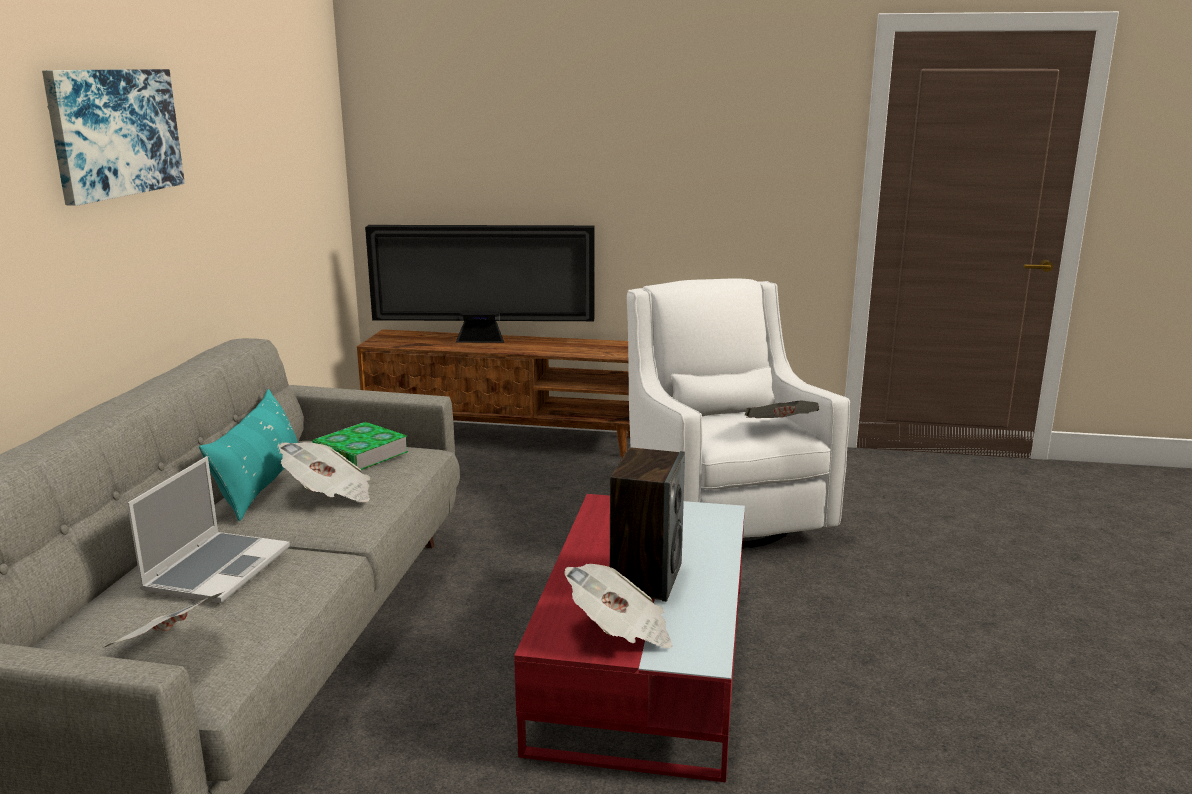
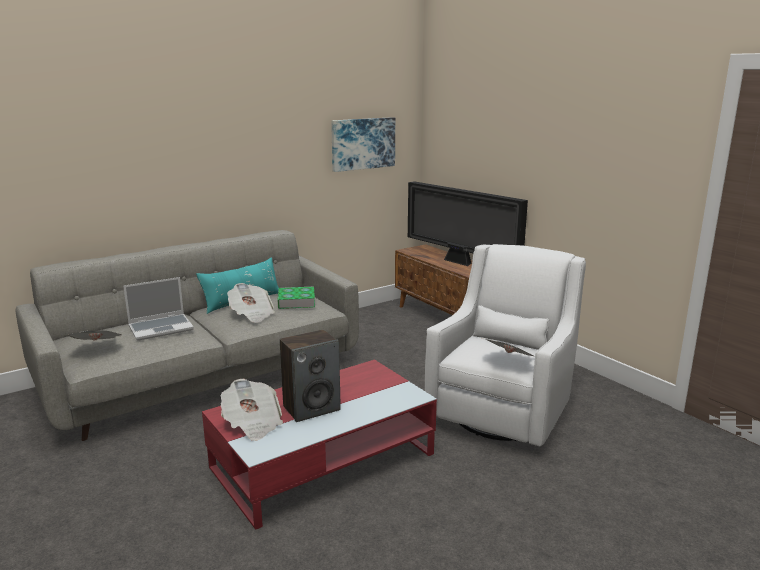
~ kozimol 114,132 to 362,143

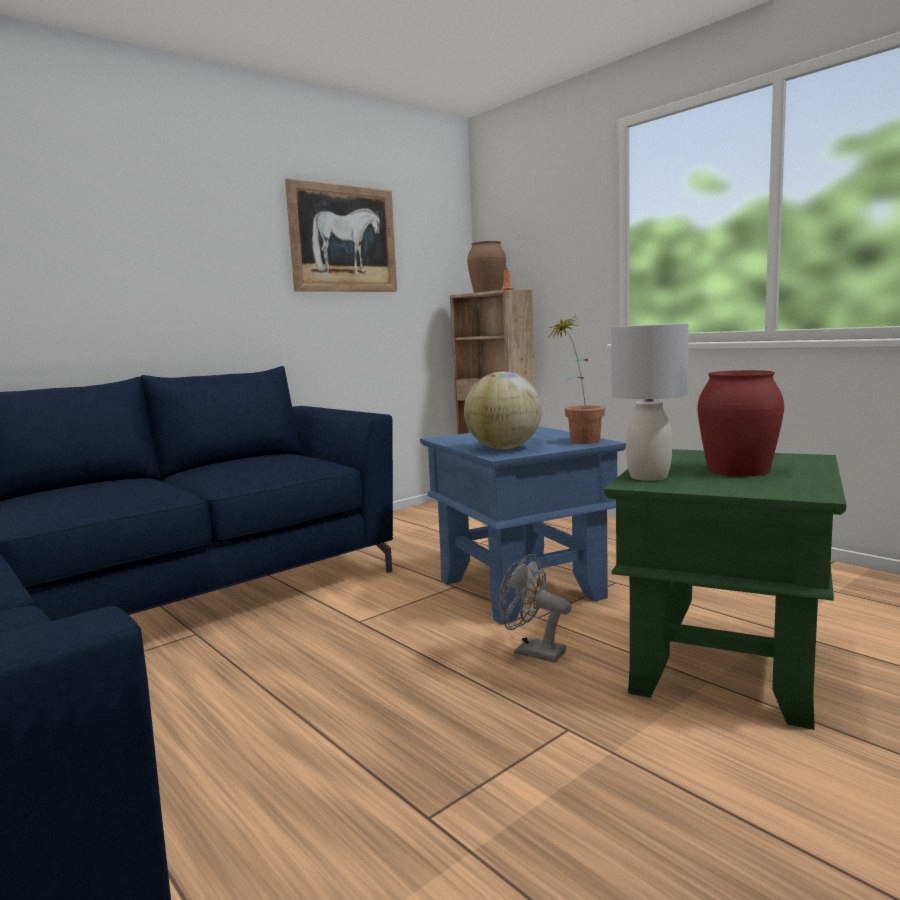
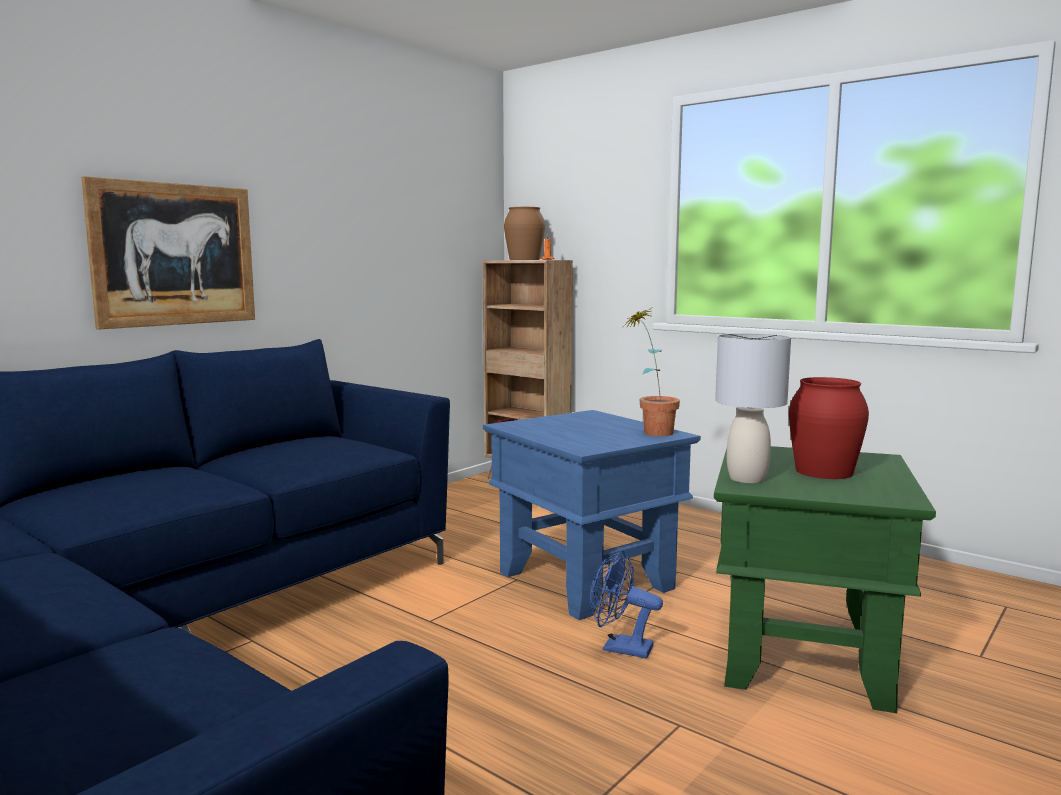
~ kozimol 343,239 to 174,254
- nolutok 504,448
~ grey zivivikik 532,652 to blue zivivikik 619,648

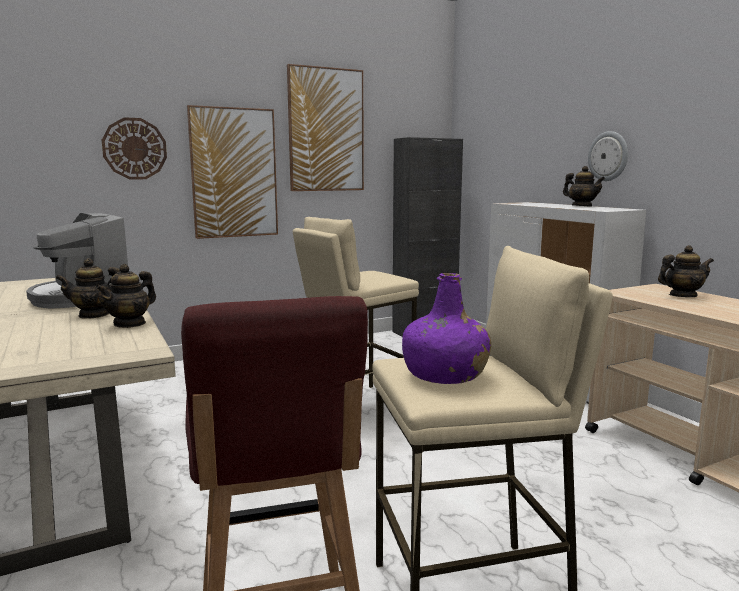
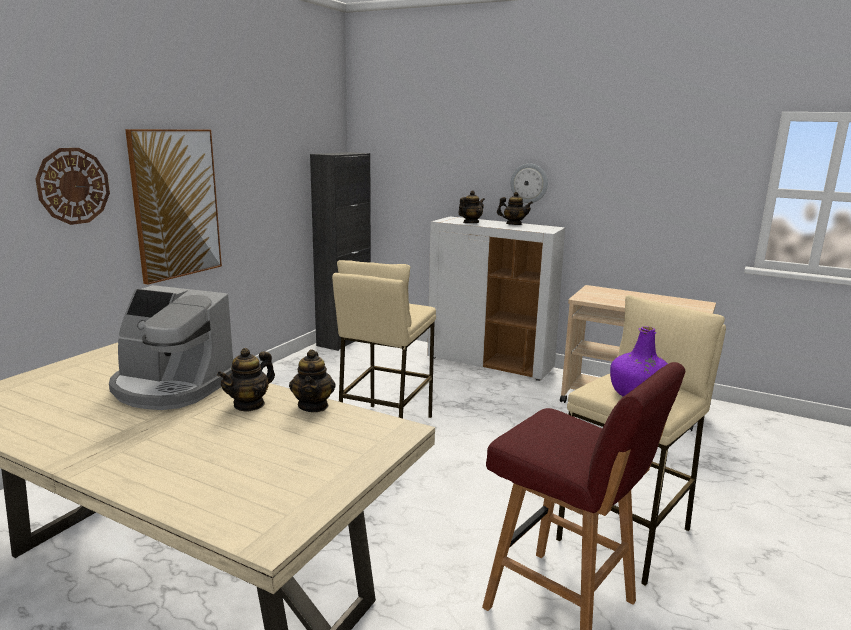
- kozimol 326,130
~ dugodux 682,296 to 470,223

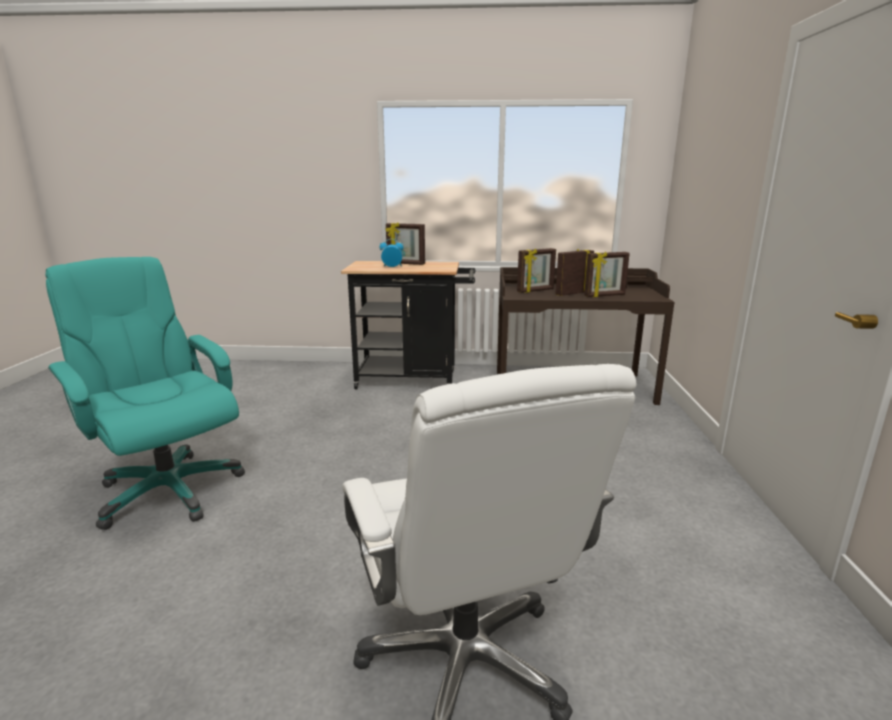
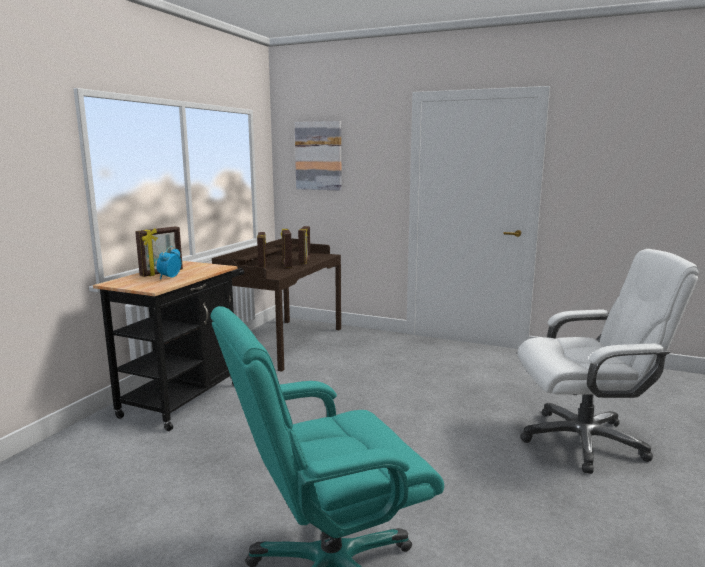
+ kozimol 318,156

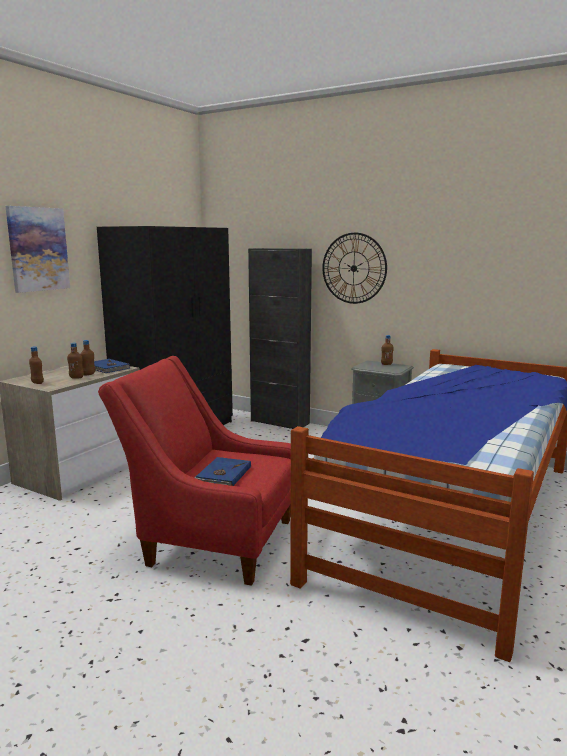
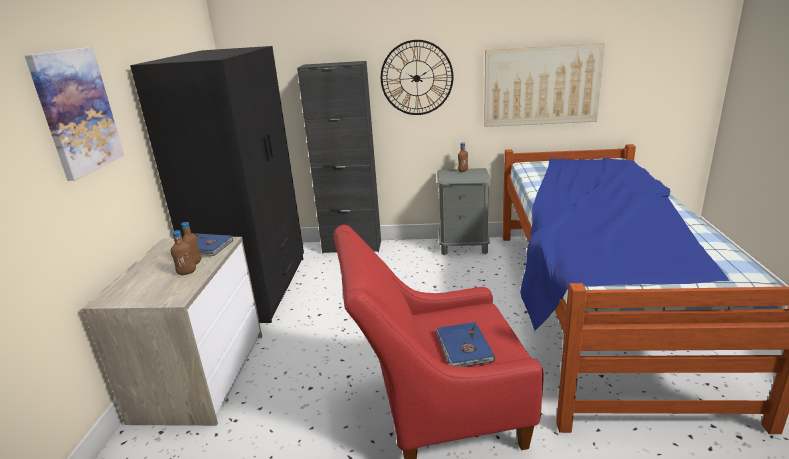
- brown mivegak 37,383
+ kozimol 541,86

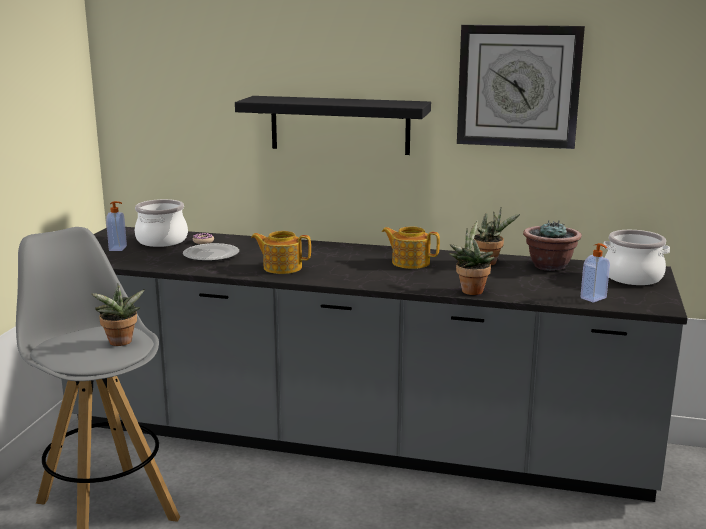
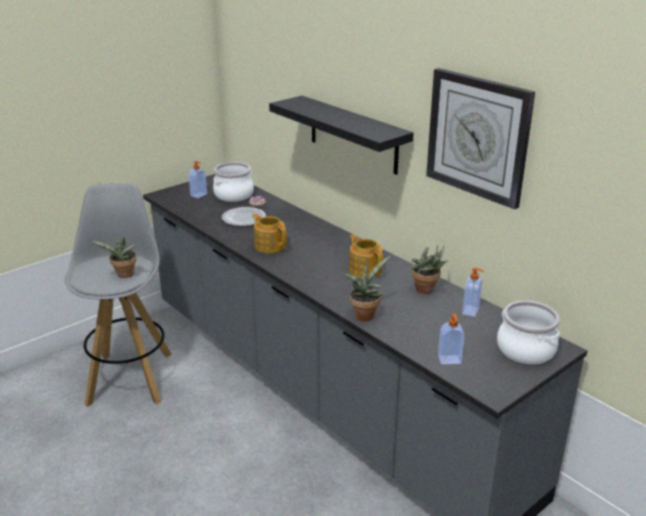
~ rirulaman 549,266 to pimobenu 471,311

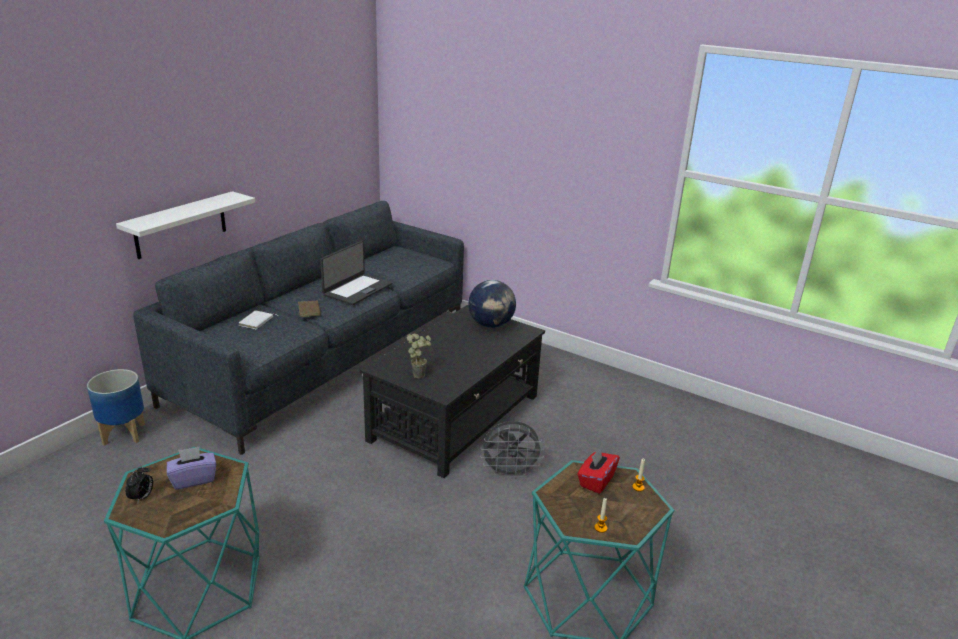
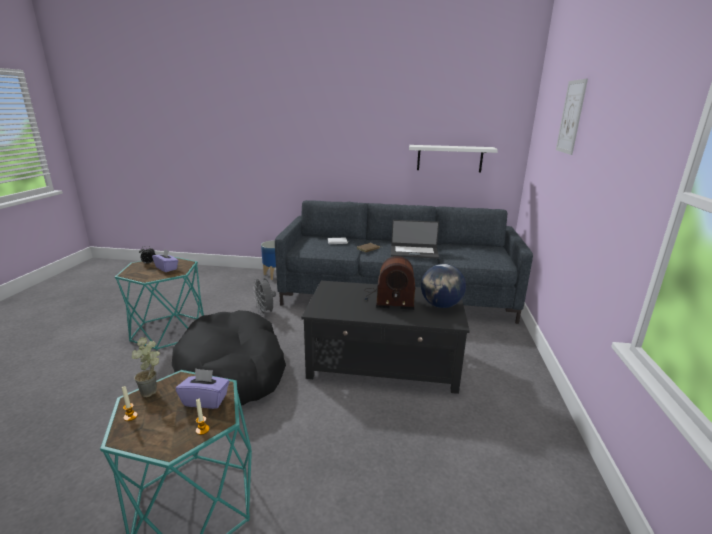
~ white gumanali 181,225 to 449,158
~ rirulaman 420,374 to 154,392
~ grey zivivikik 510,473 to 265,312
~ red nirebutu 596,481 to purple nirebutu 205,400
+ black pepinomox 233,371
+ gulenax 388,299
+ kozimol 571,117

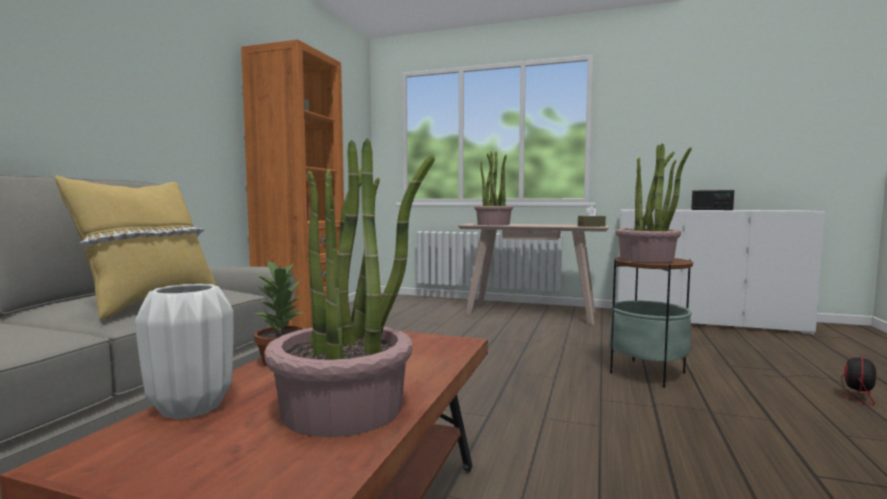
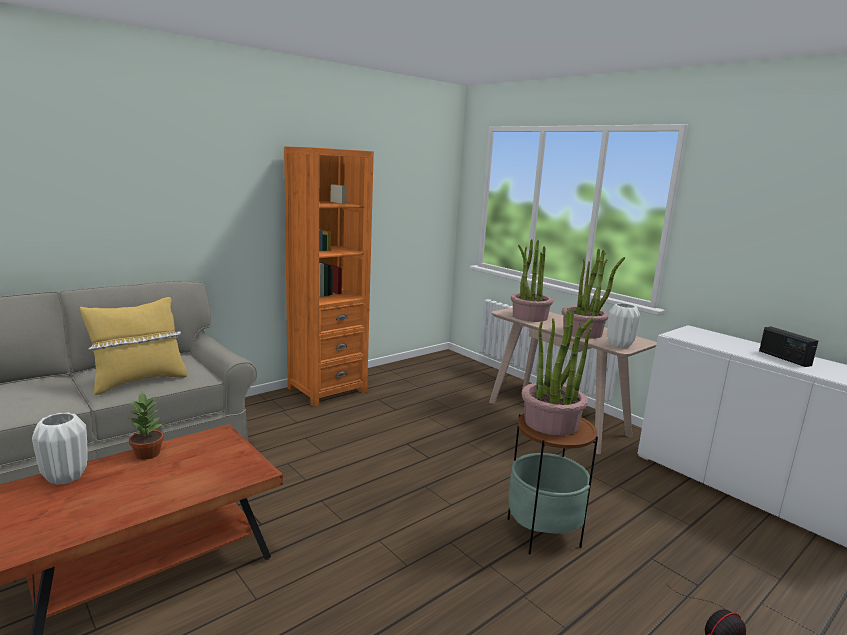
~ rirulaman 344,408 to 583,332
~ brown nirebutu 591,226 to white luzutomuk 619,345

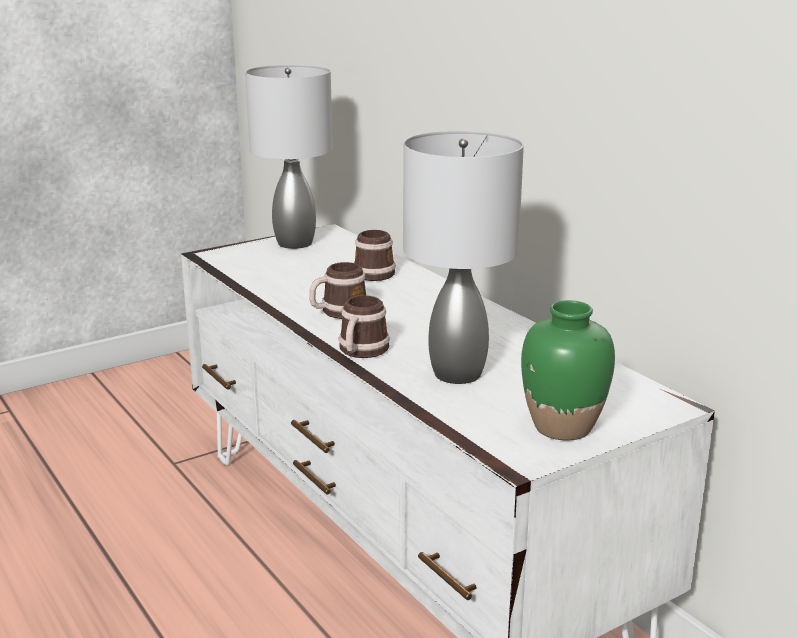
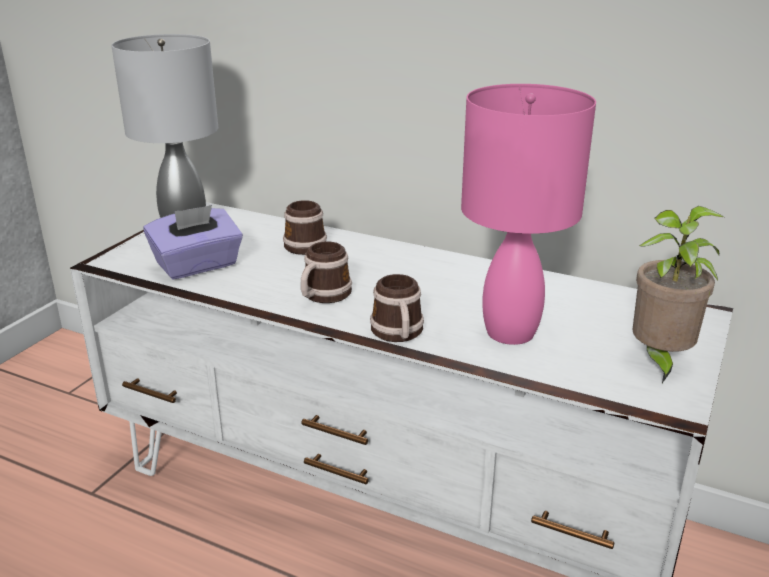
~ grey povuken 458,373 to pink povuken 510,331
~ green luzutomuk 562,427 to rirulaman 659,361
+ purple nirebutu 198,266

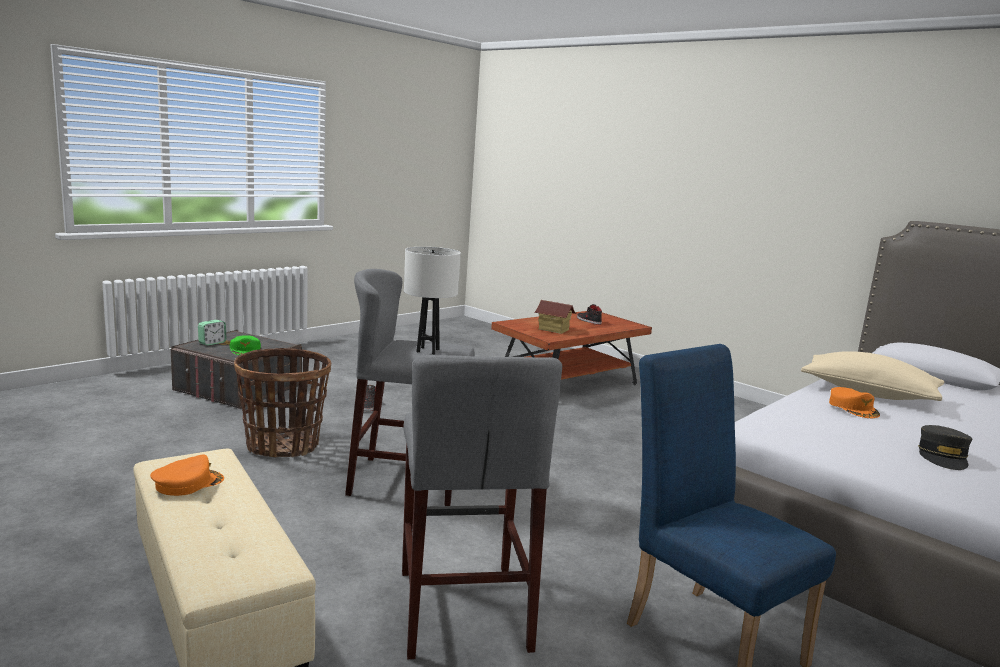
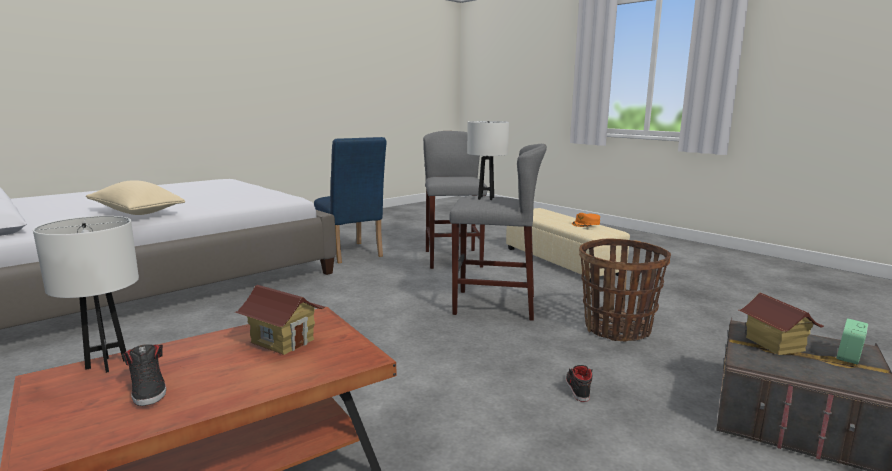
~ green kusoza 245,349 to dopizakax 774,344
- orange kusoza 853,408
- grey kusoza 942,457
+ white povuken 106,364

